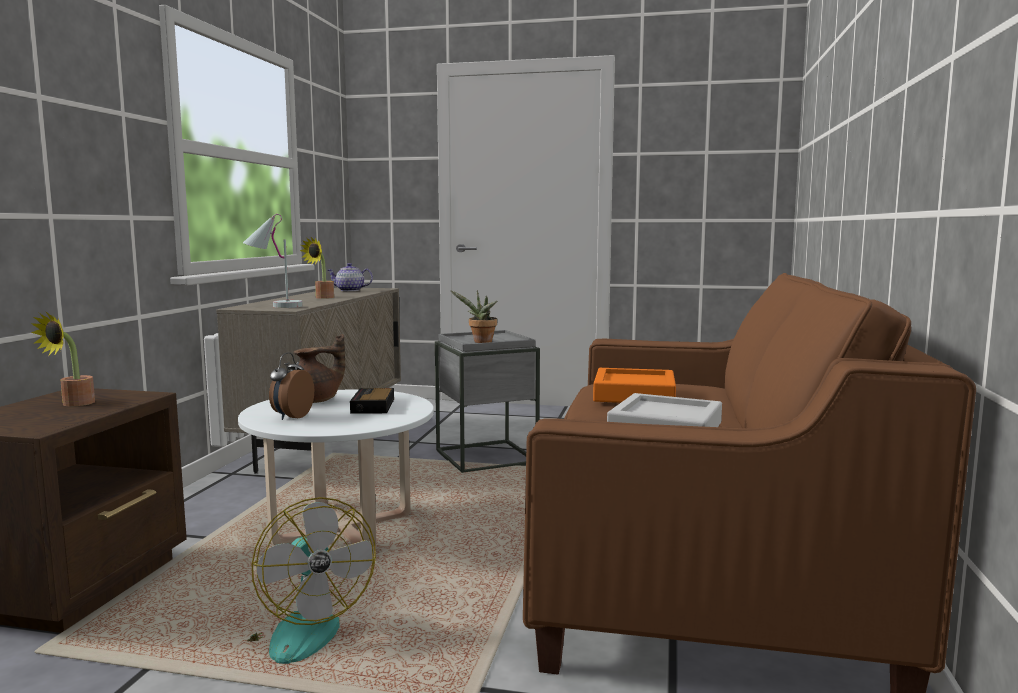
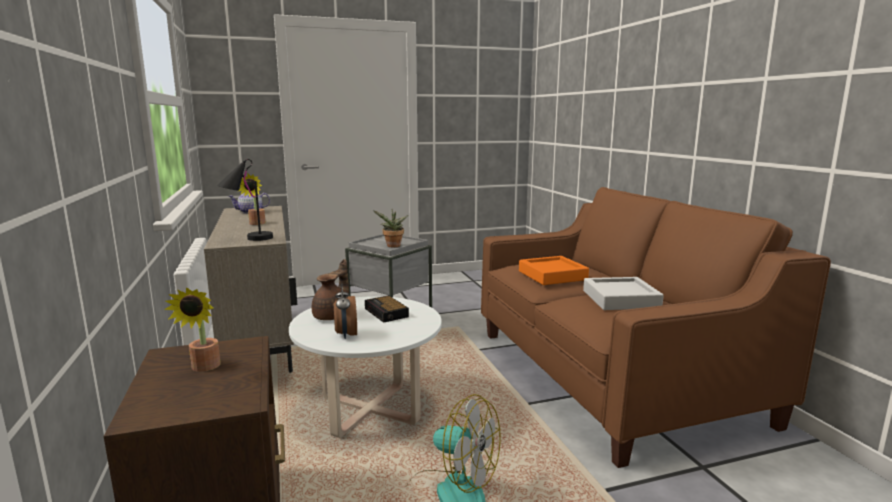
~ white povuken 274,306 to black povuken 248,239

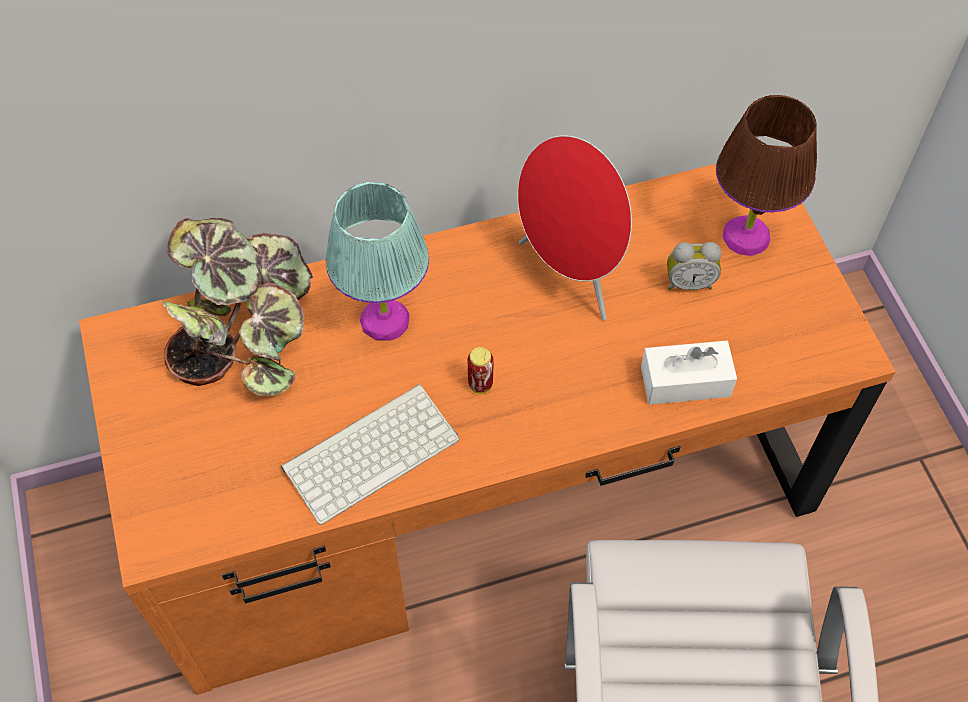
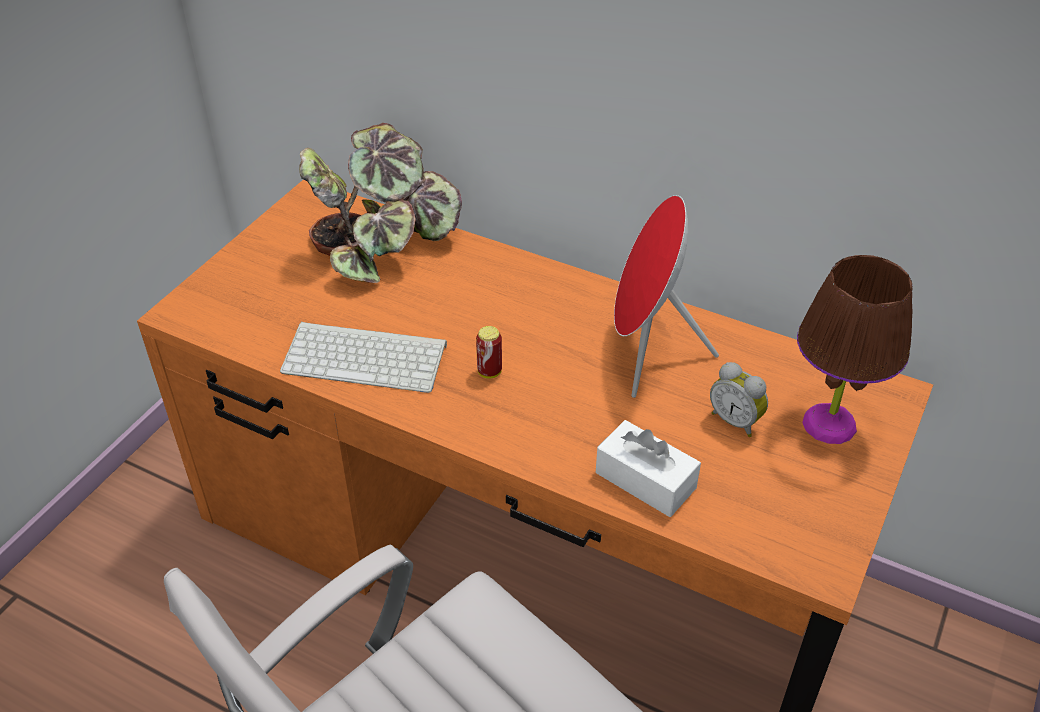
- turquoise povuken 384,319

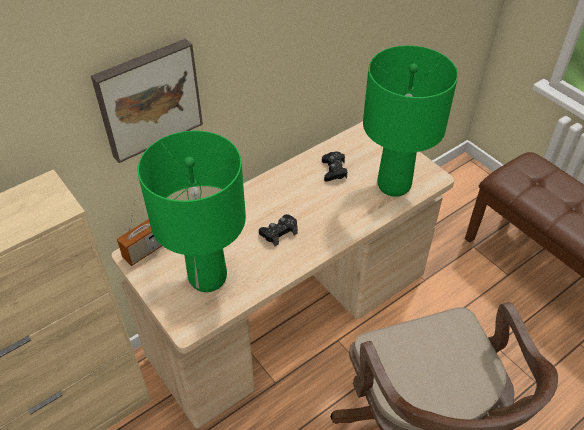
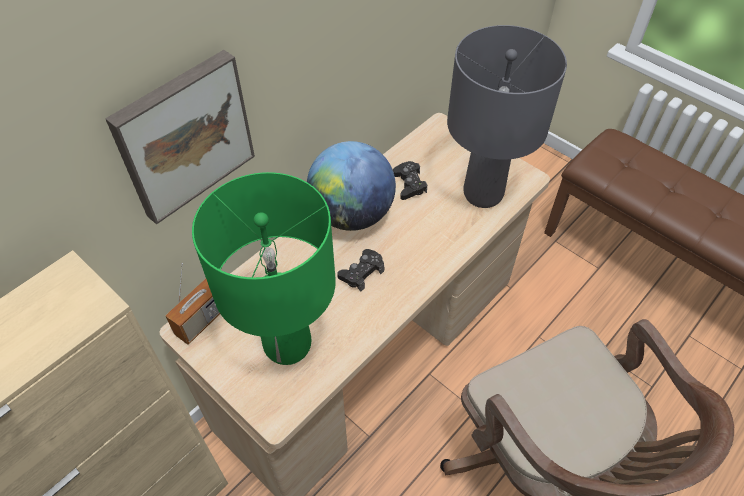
~ green povuken 394,185 to grey povuken 484,194
+ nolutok 352,214

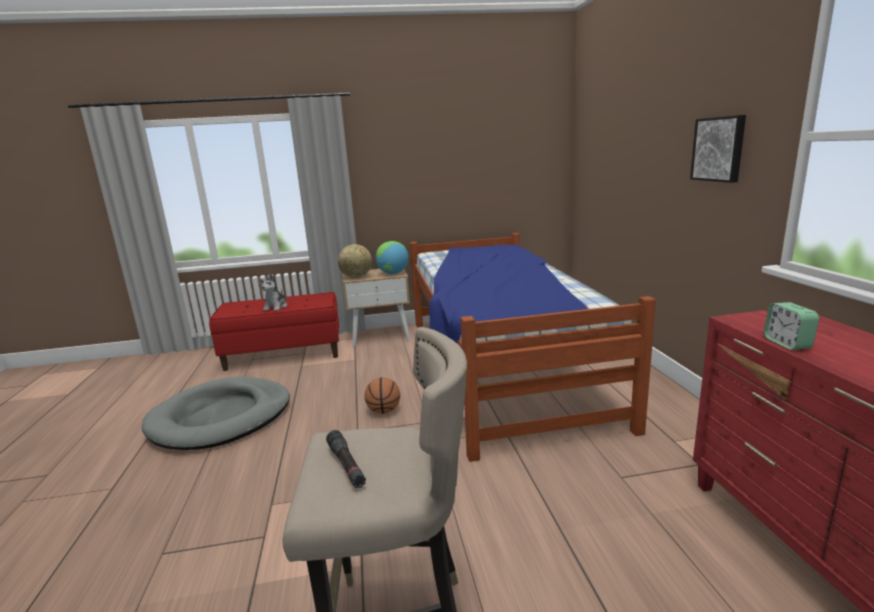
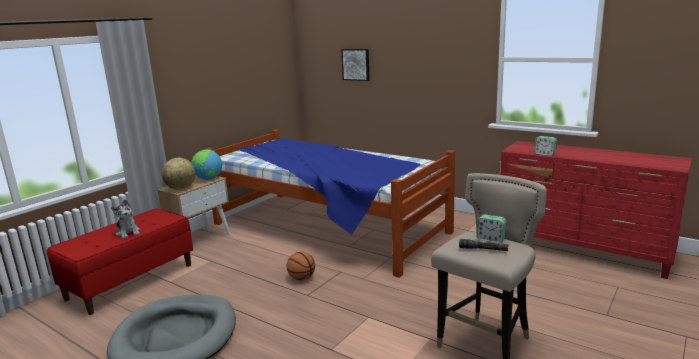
~ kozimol 719,149 to 356,64
+ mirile 491,239

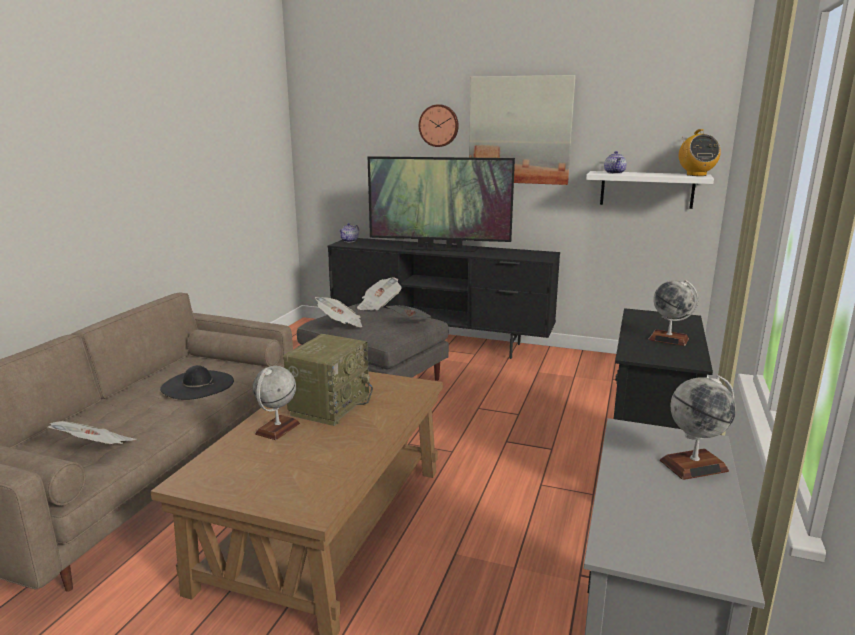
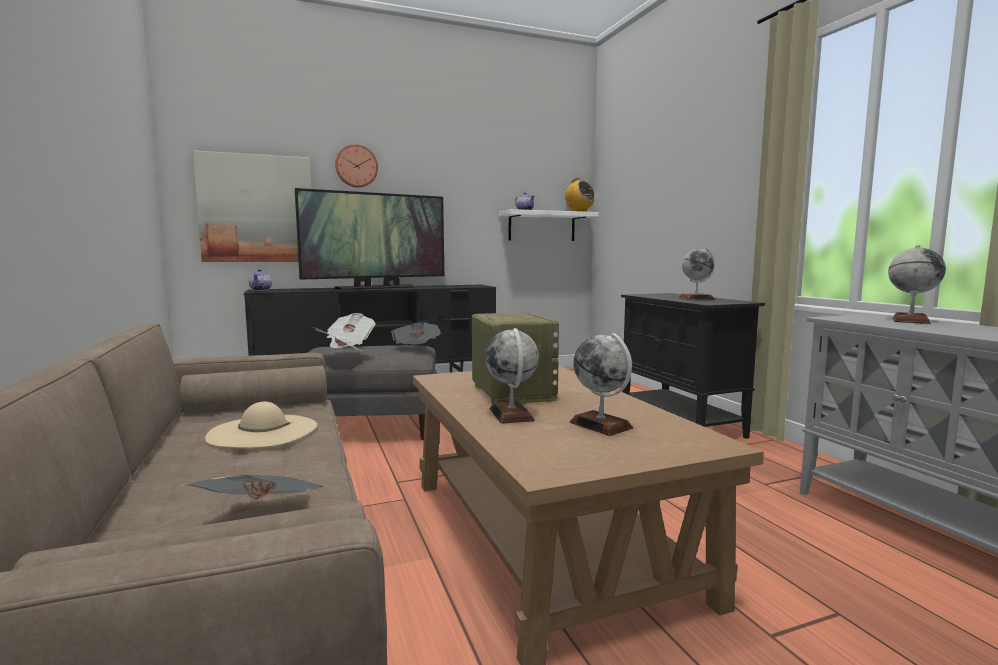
~ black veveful 197,385 to beige veveful 263,431
~ kozimol 520,130 to 257,209
+ nolutok 601,425

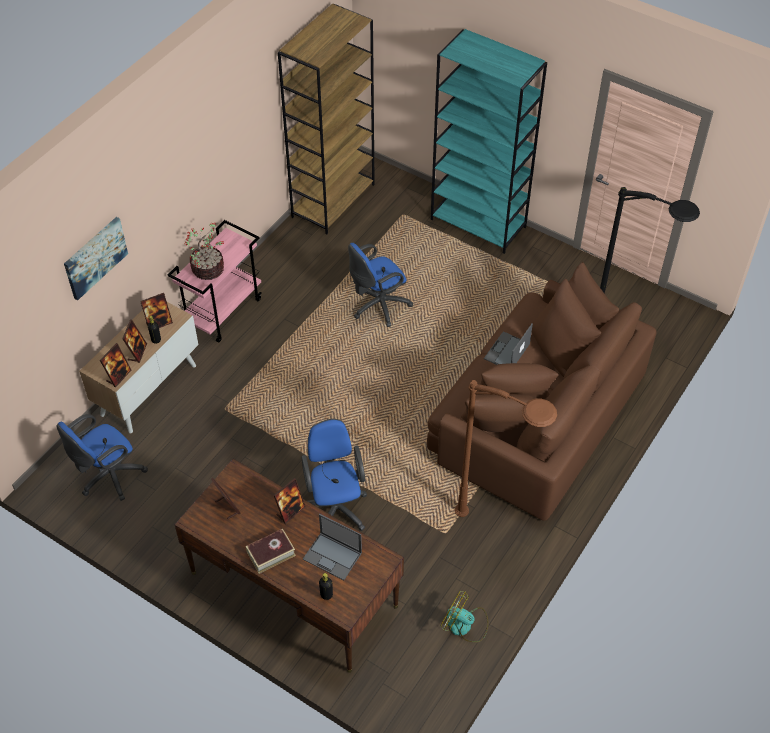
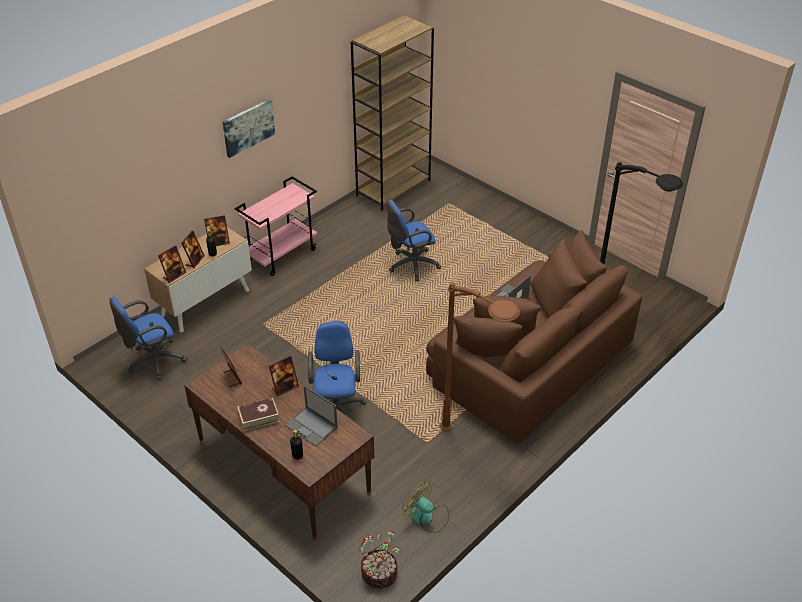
~ kozimol 95,257 to 248,127
~ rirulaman 209,269 to 380,574
- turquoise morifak 479,223

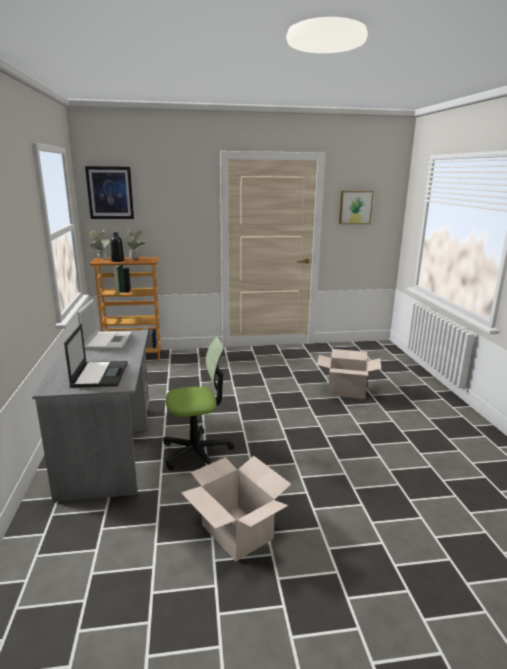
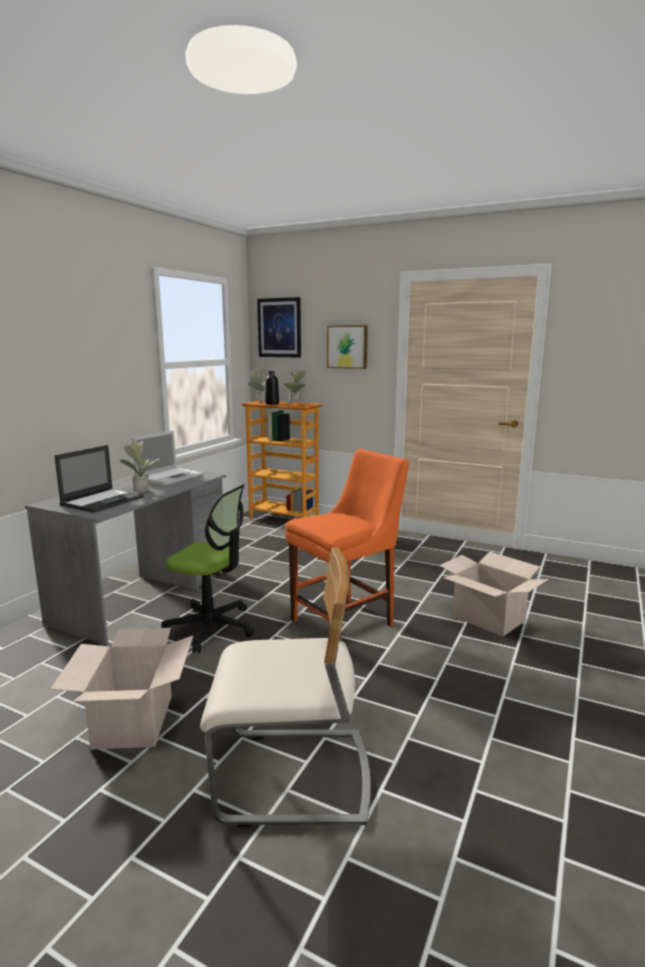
~ kozimol 355,207 to 347,347
+ rirulaman 141,489
+ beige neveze 293,777
+ orange neveze 346,621

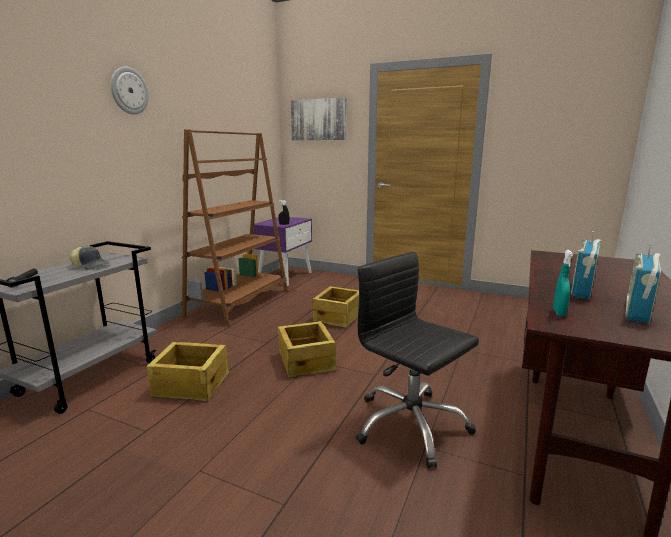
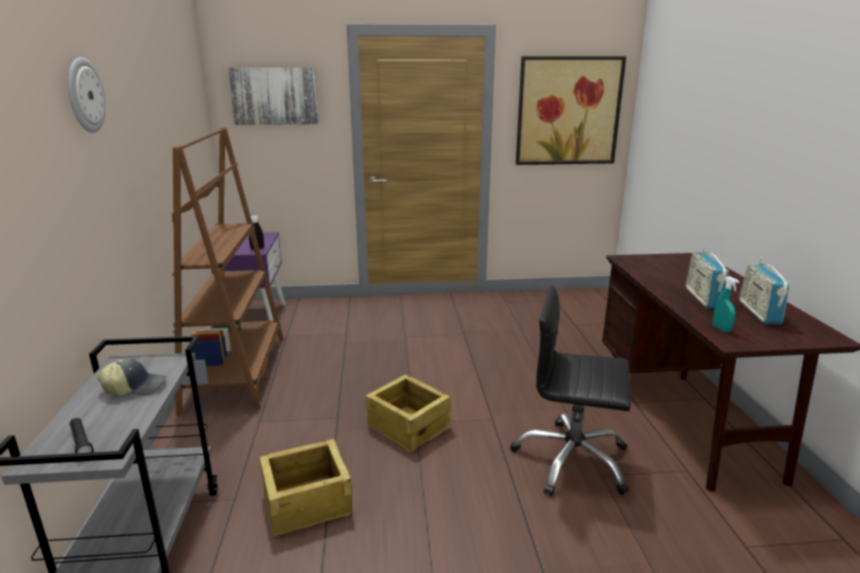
- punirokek 338,317
+ kozimol 568,111

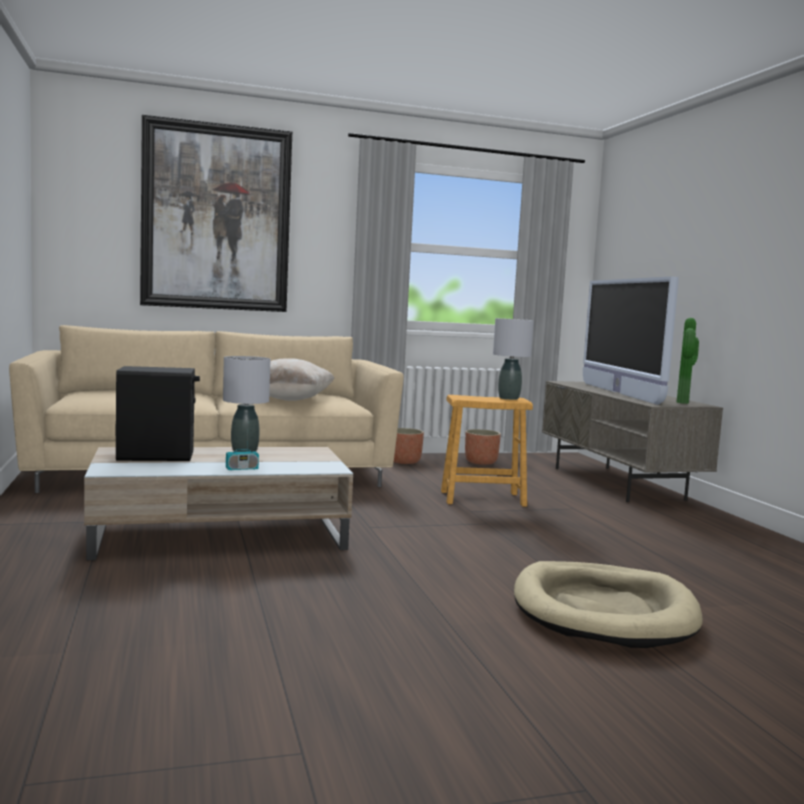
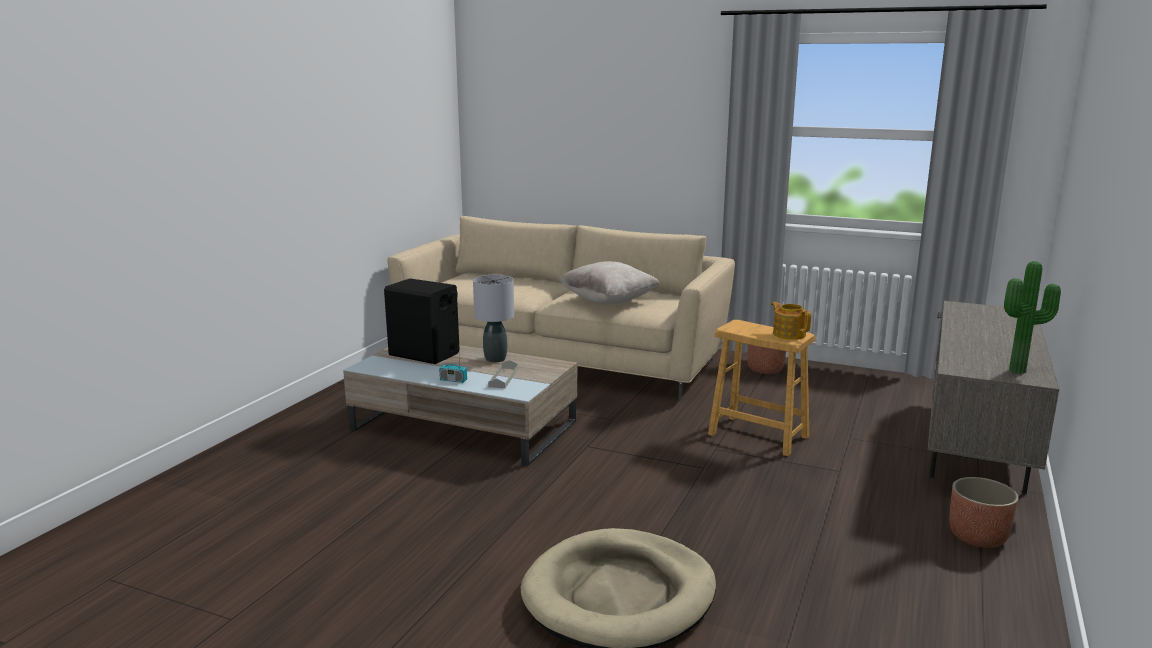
- kozimol 216,218
~ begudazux 481,462 to 978,537
~ grey povuken 509,398 to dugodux 789,334
- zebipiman 619,393
+ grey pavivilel 503,378

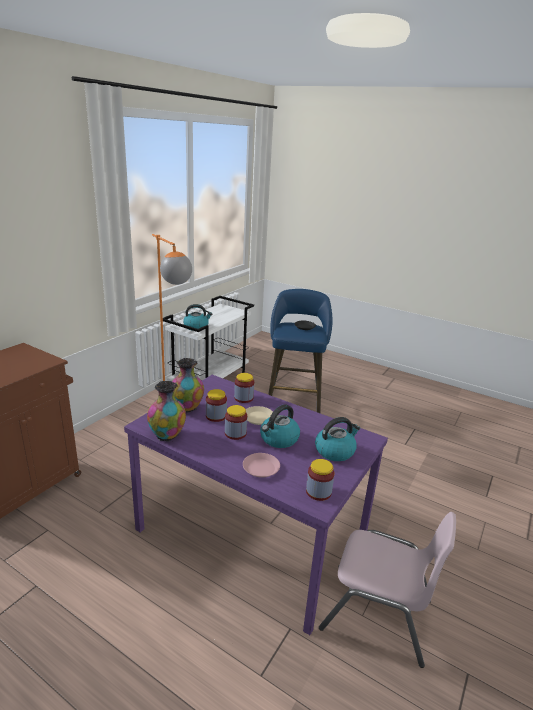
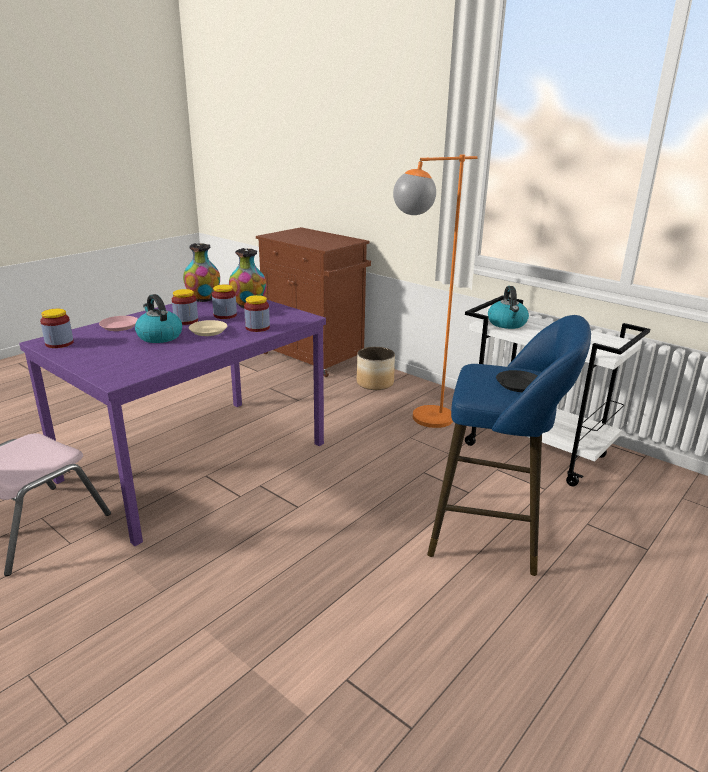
- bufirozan 335,451
+ begudazux 375,383

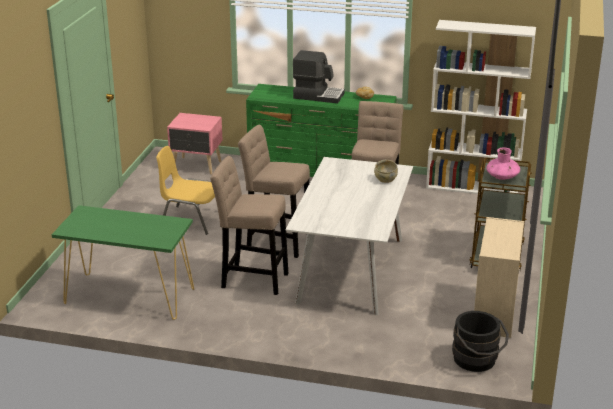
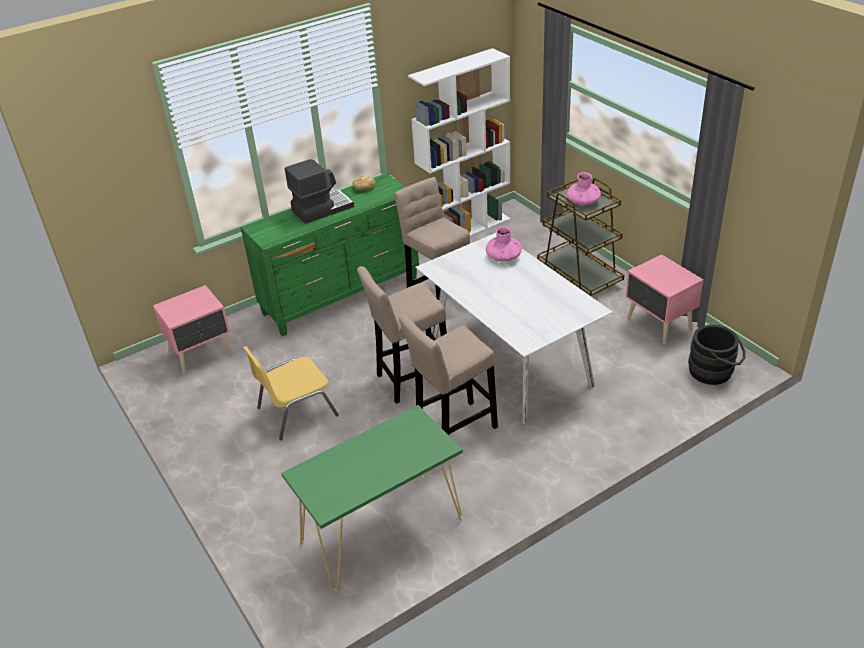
~ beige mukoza 385,179 to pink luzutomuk 503,257
~ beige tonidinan 494,314 to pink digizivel 659,325

